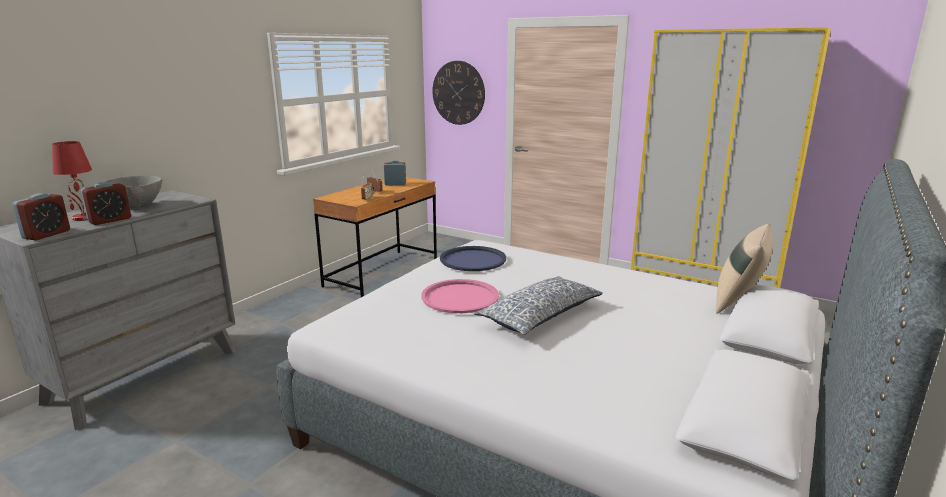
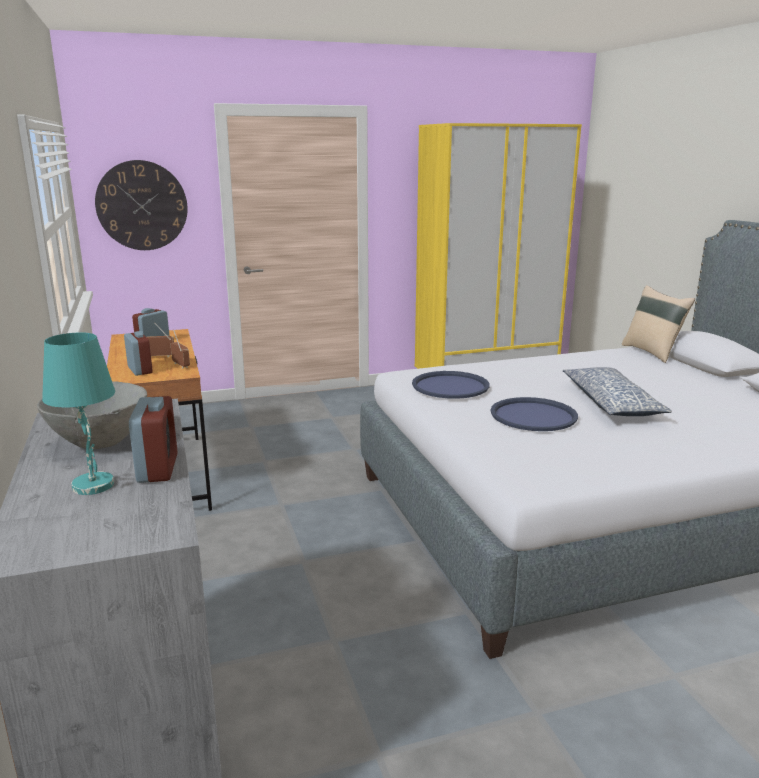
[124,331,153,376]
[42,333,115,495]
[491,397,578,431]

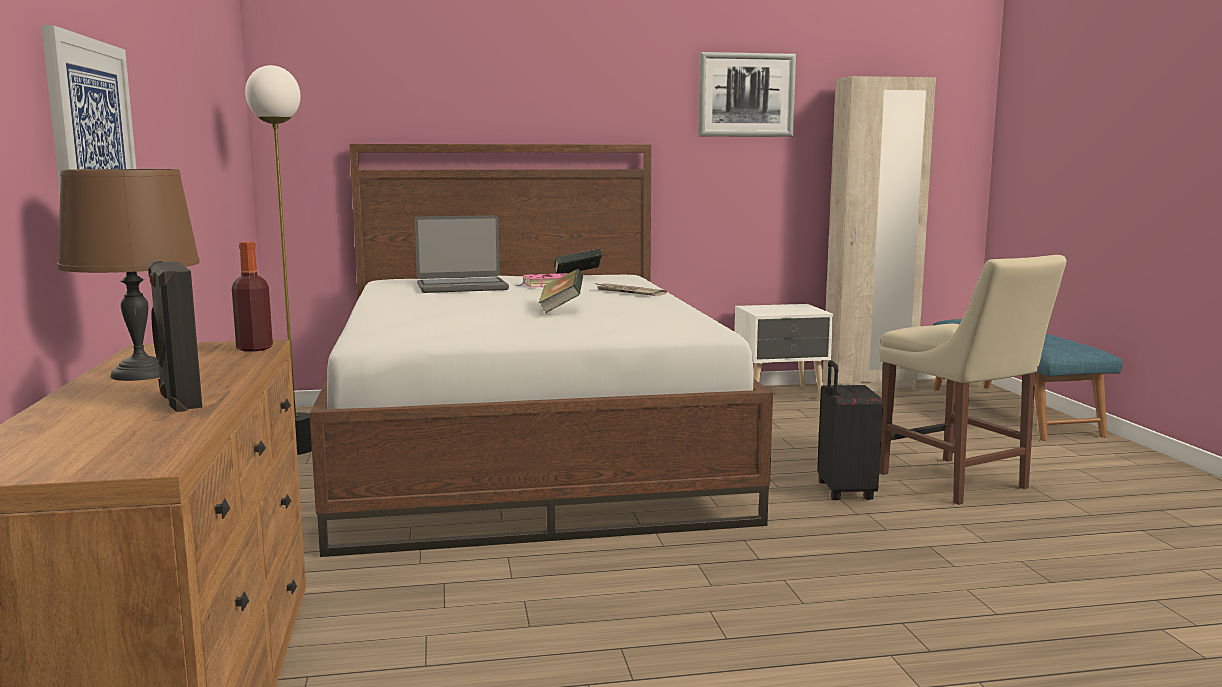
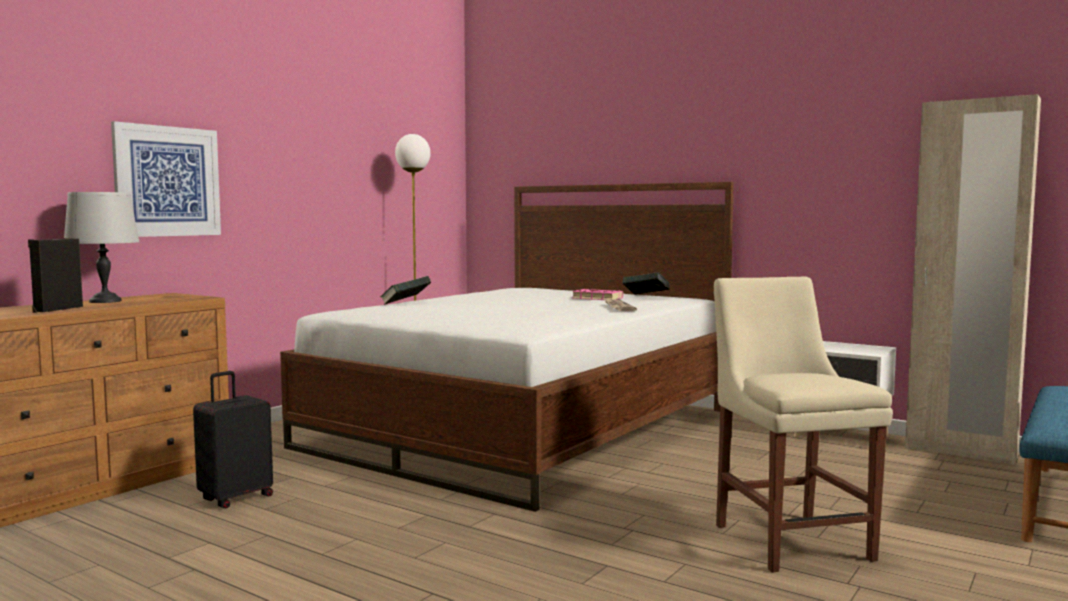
[232,242,273,352] (first image)
[415,215,509,293] (first image)
[698,52,796,137] (first image)
[380,276,431,305]
[193,371,273,508]
[64,192,139,303]
[714,276,893,573]

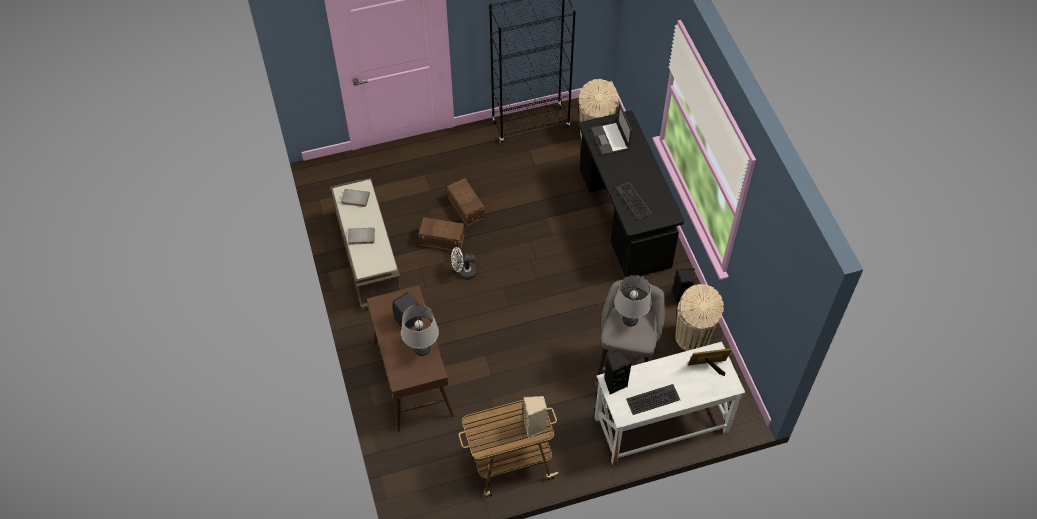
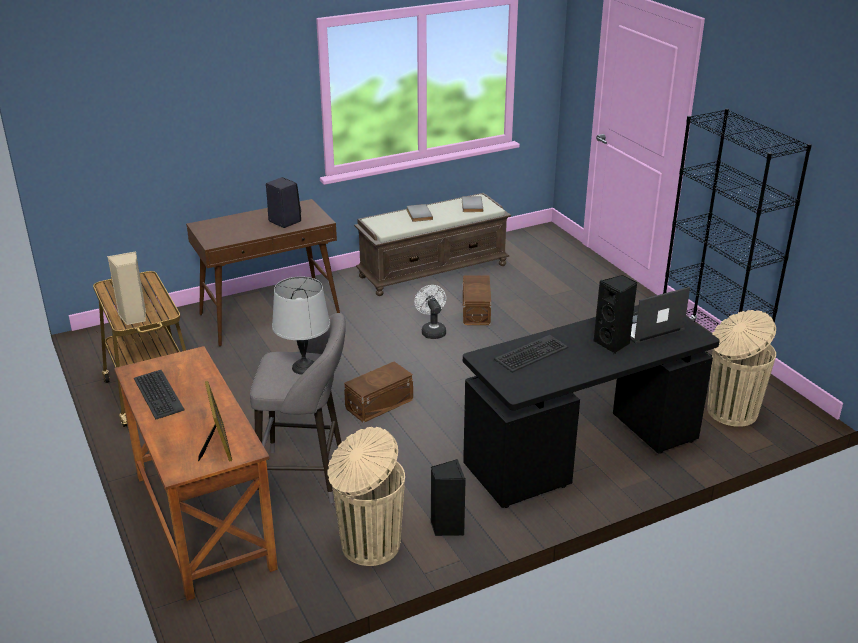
[401,305,439,356] (first image)
[344,361,413,423]
[593,275,637,354]
[114,346,278,601]

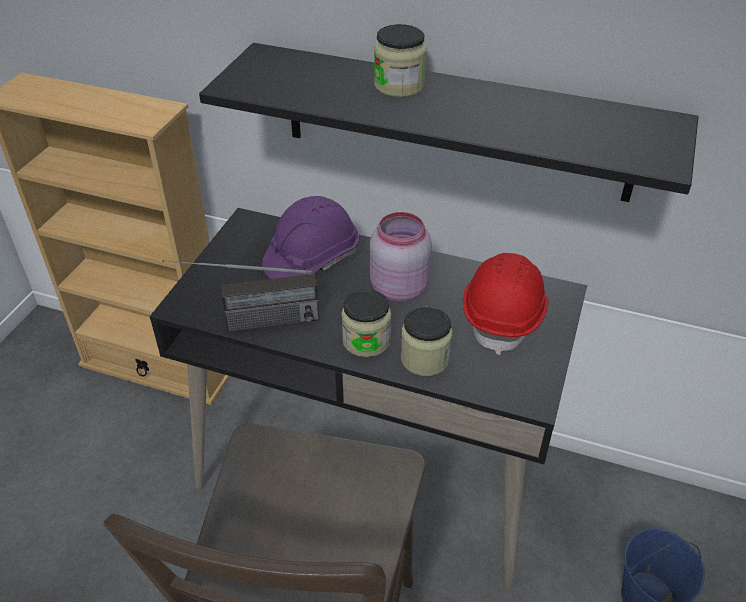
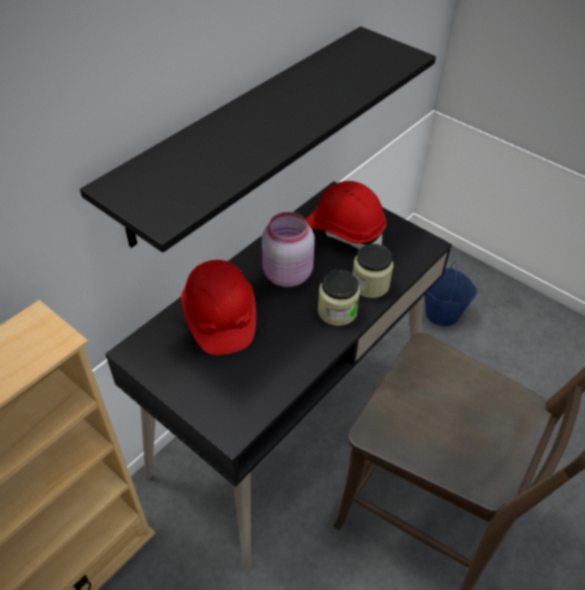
[162,260,319,332] (first image)
[374,24,427,97] (first image)
[181,260,256,355]

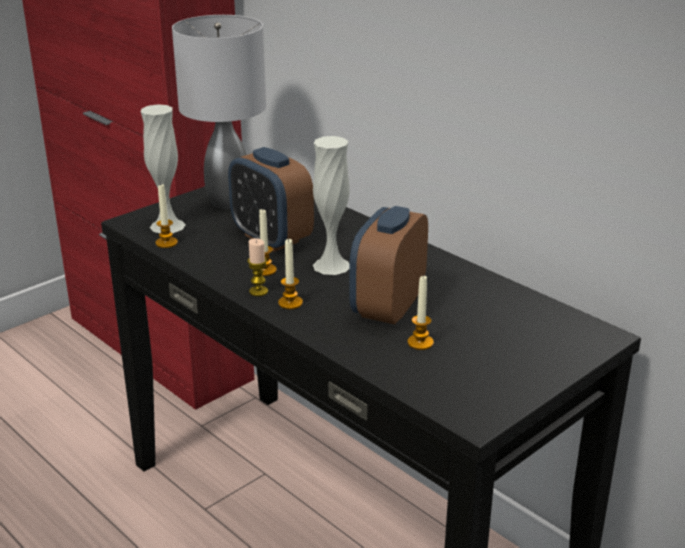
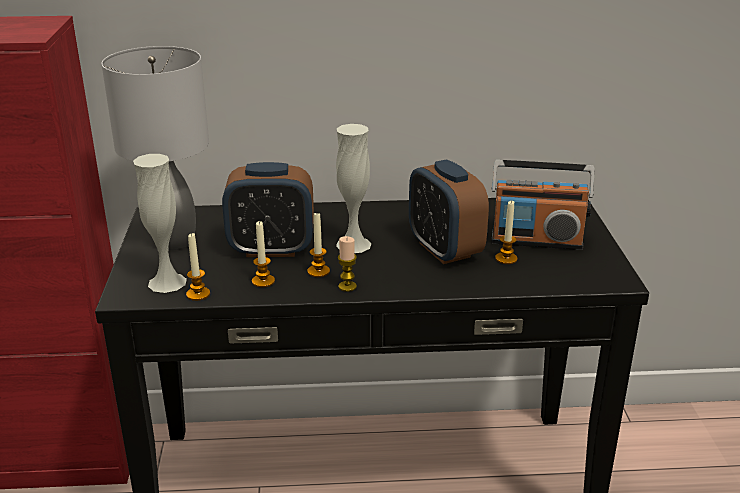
[491,160,595,250]
[252,221,275,287]

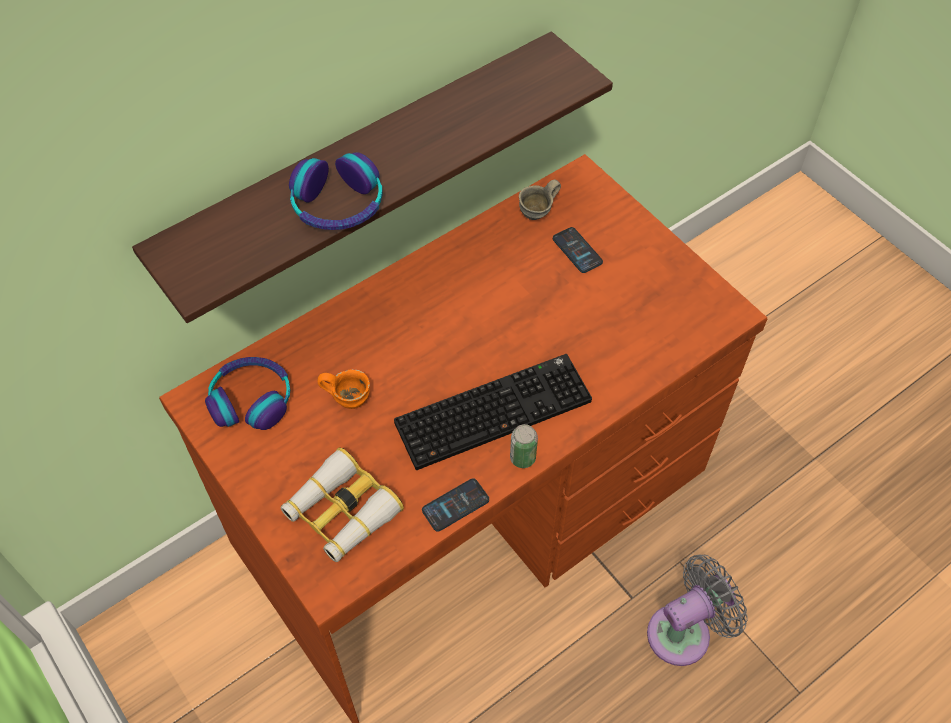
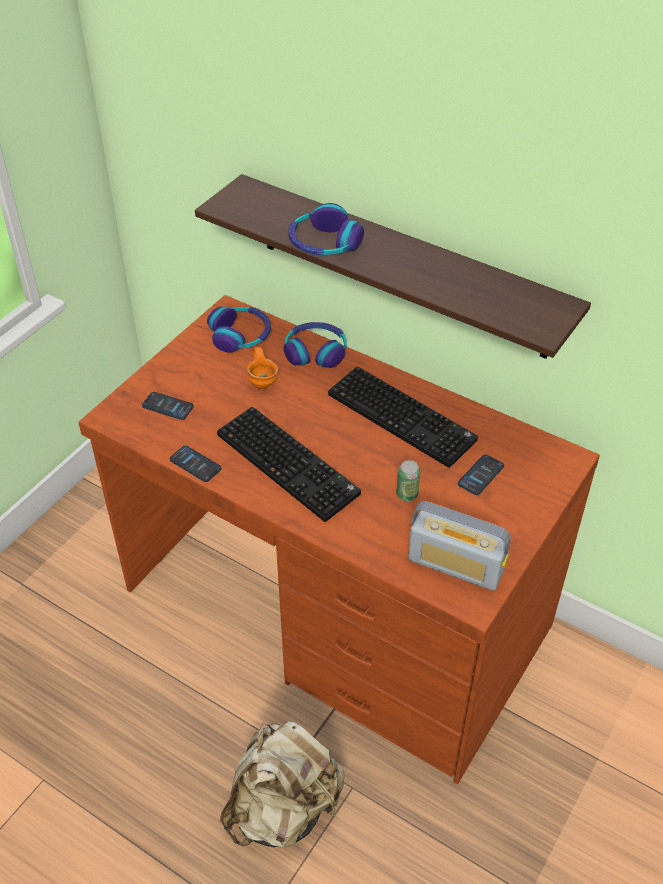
[519,179,561,220] (first image)
[284,322,347,368]
[328,366,478,468]
[408,501,511,591]
[397,460,420,501]
[142,392,194,420]
[220,721,345,848]

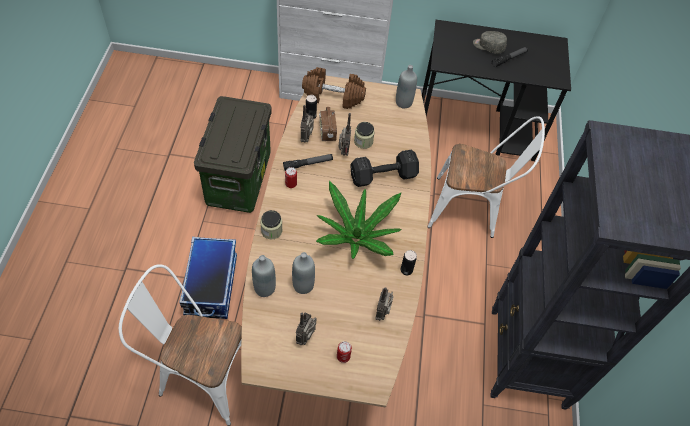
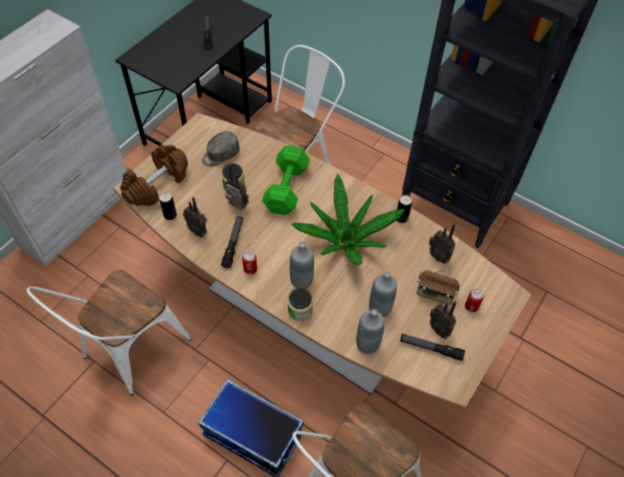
[400,334,465,361]
[417,269,460,305]
[290,242,314,289]
[202,131,240,167]
[26,270,191,395]
[262,145,310,215]

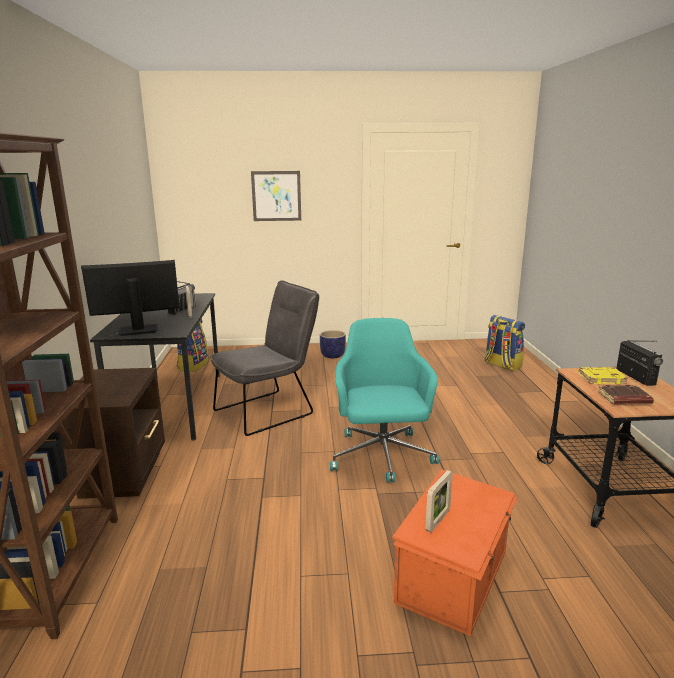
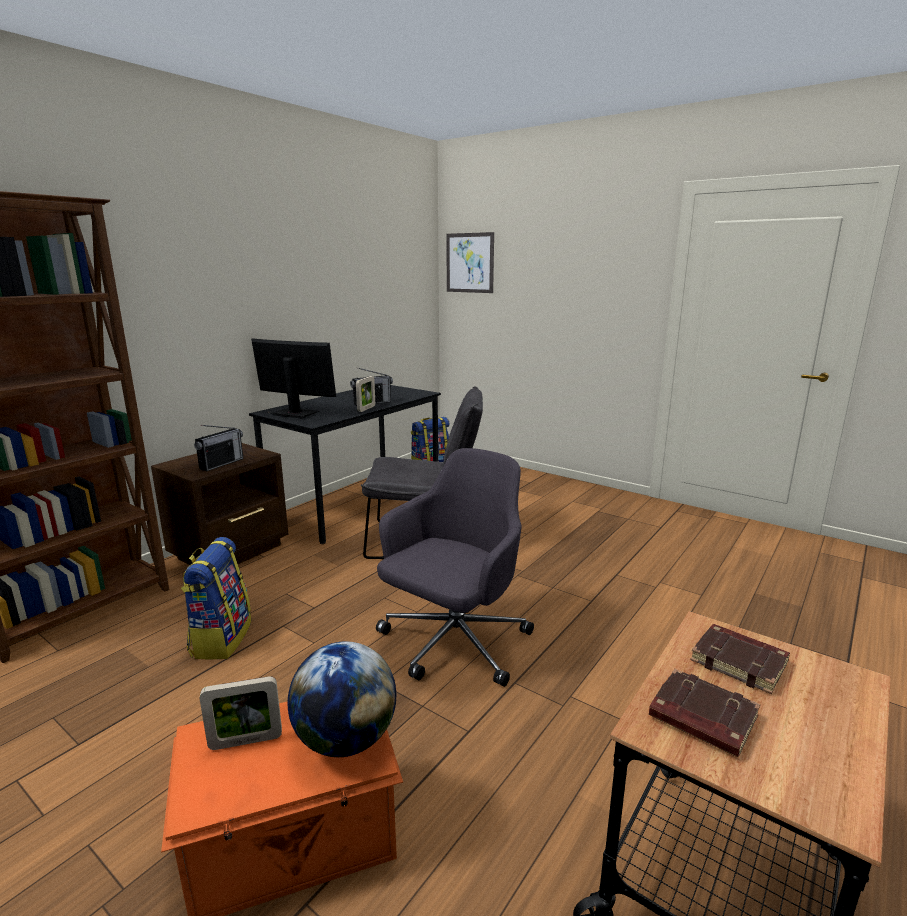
[320,330,346,358] (first image)
[288,641,396,757]
[446,232,494,293]
[181,537,251,659]
[194,425,243,471]
[376,448,534,687]
[690,624,790,694]

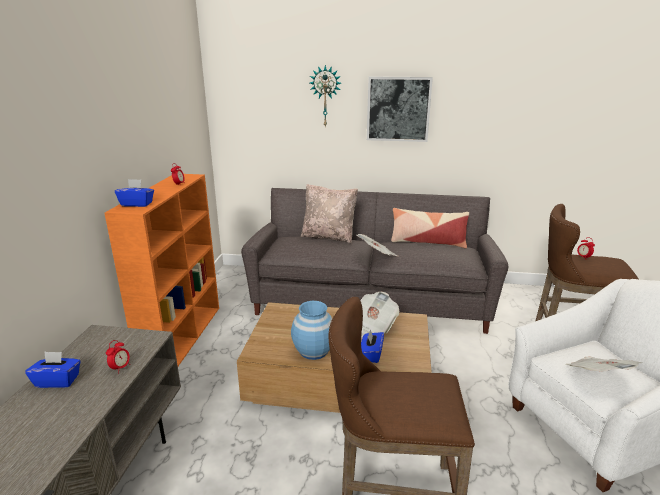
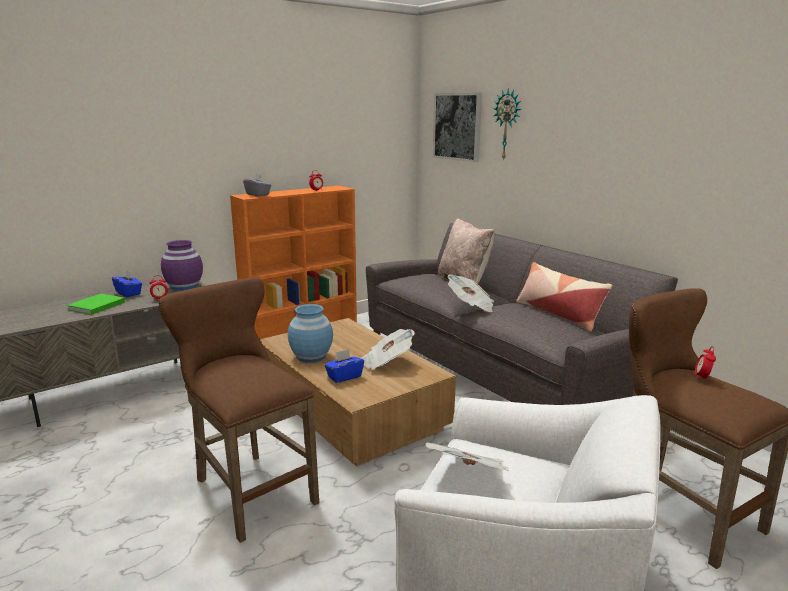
[67,294,125,315]
[161,240,203,290]
[433,93,482,162]
[243,174,271,196]

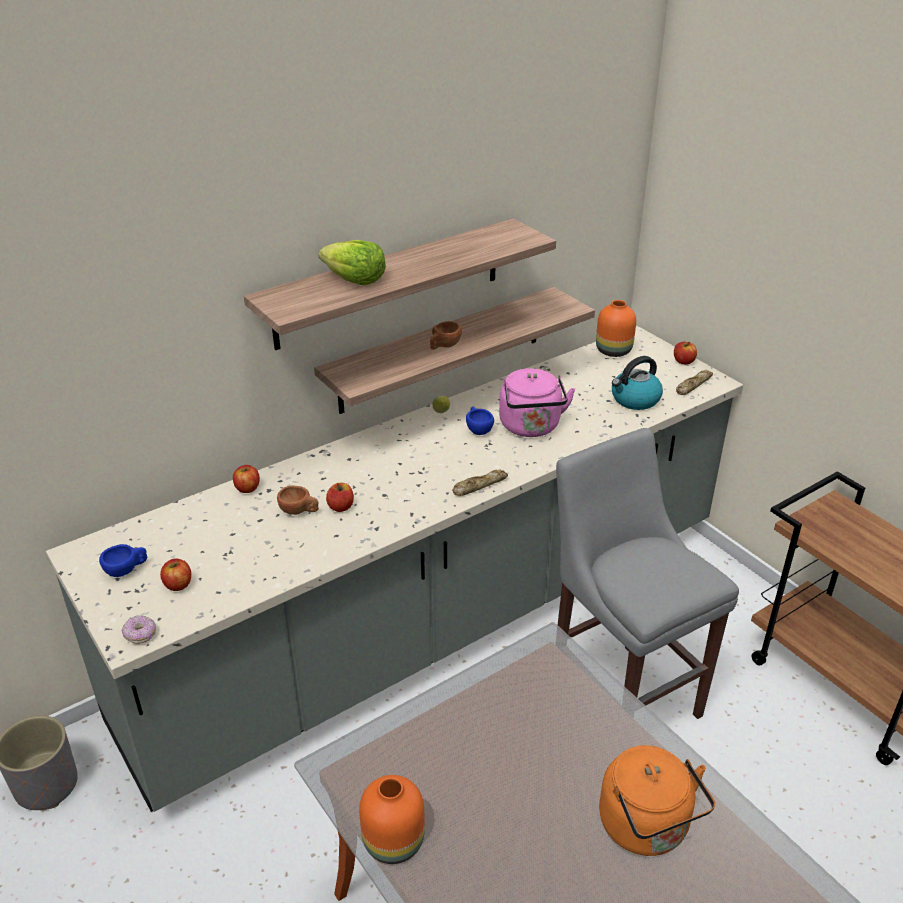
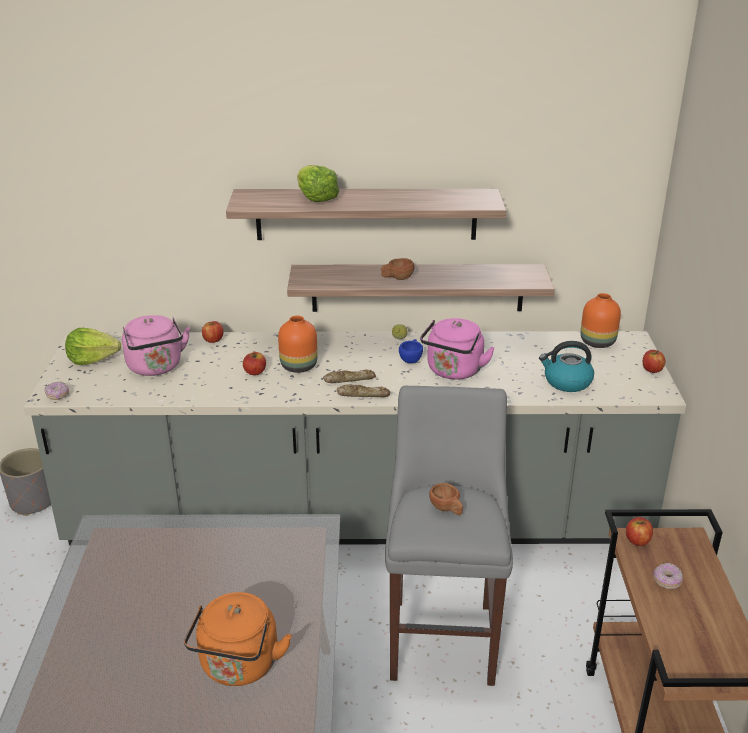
[122,315,190,376]
[653,563,683,589]
[626,517,653,546]
[429,483,463,515]
[278,316,318,373]
[323,369,376,383]
[65,328,121,365]

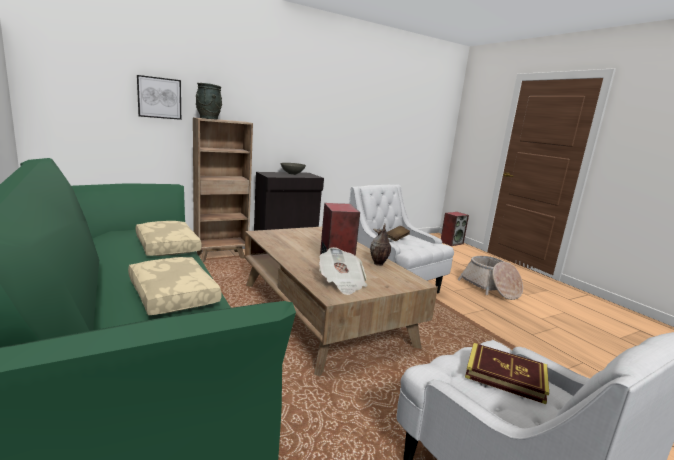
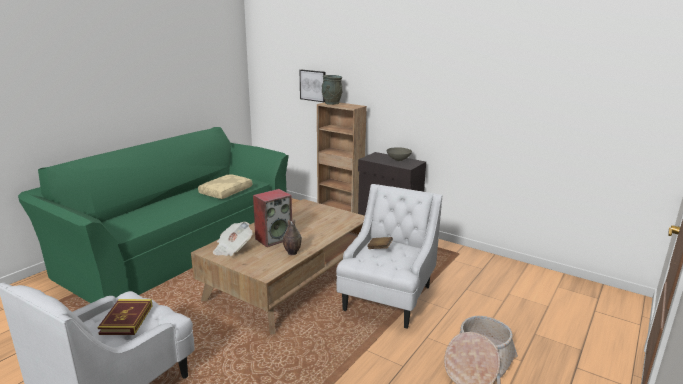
[128,257,222,315] (first image)
[441,212,469,246] (first image)

